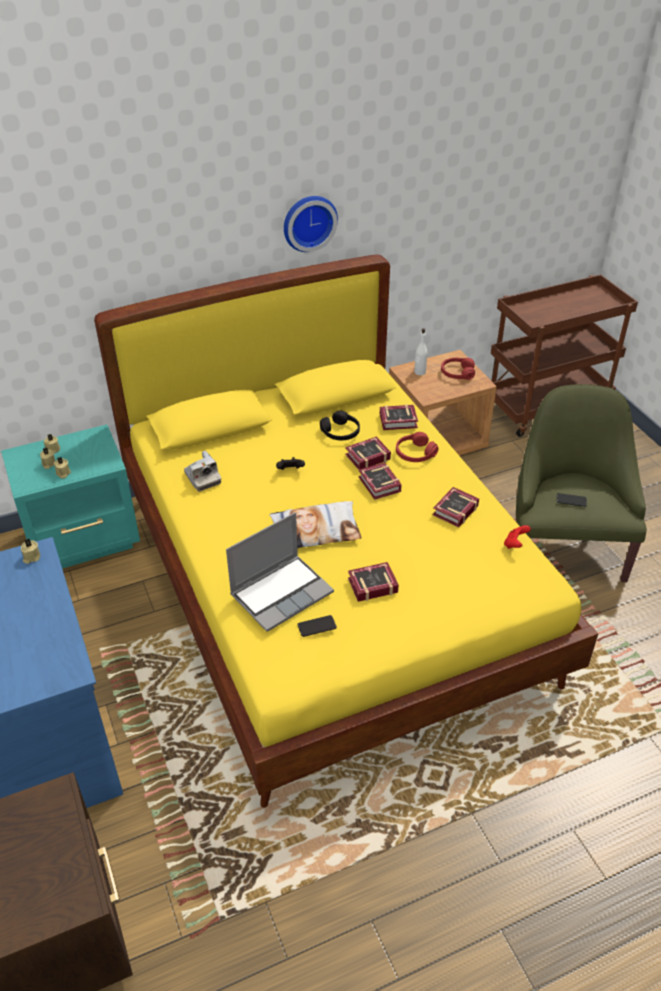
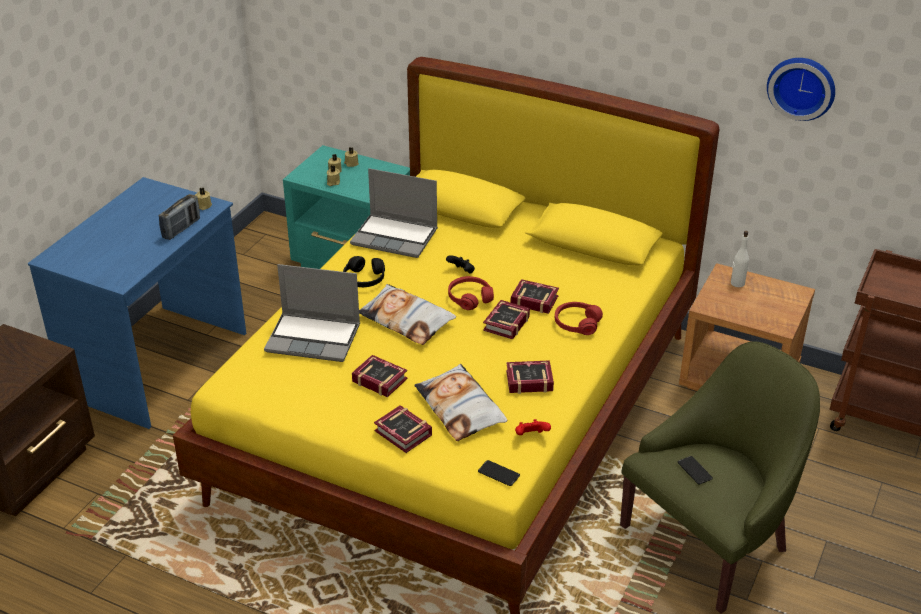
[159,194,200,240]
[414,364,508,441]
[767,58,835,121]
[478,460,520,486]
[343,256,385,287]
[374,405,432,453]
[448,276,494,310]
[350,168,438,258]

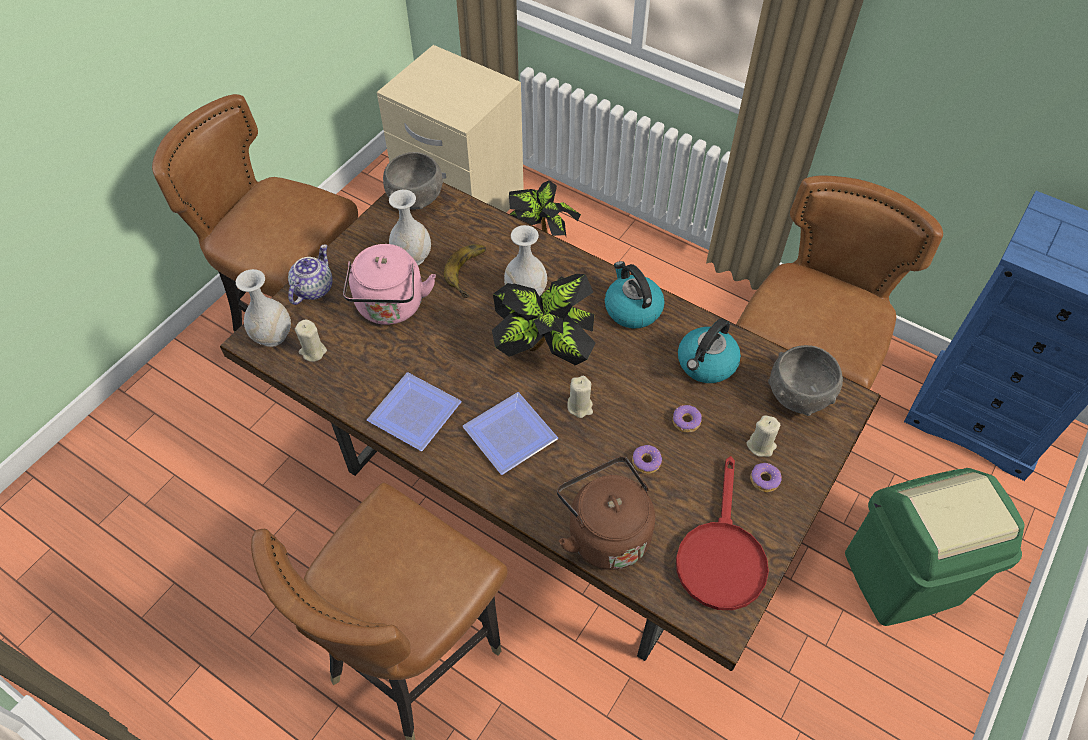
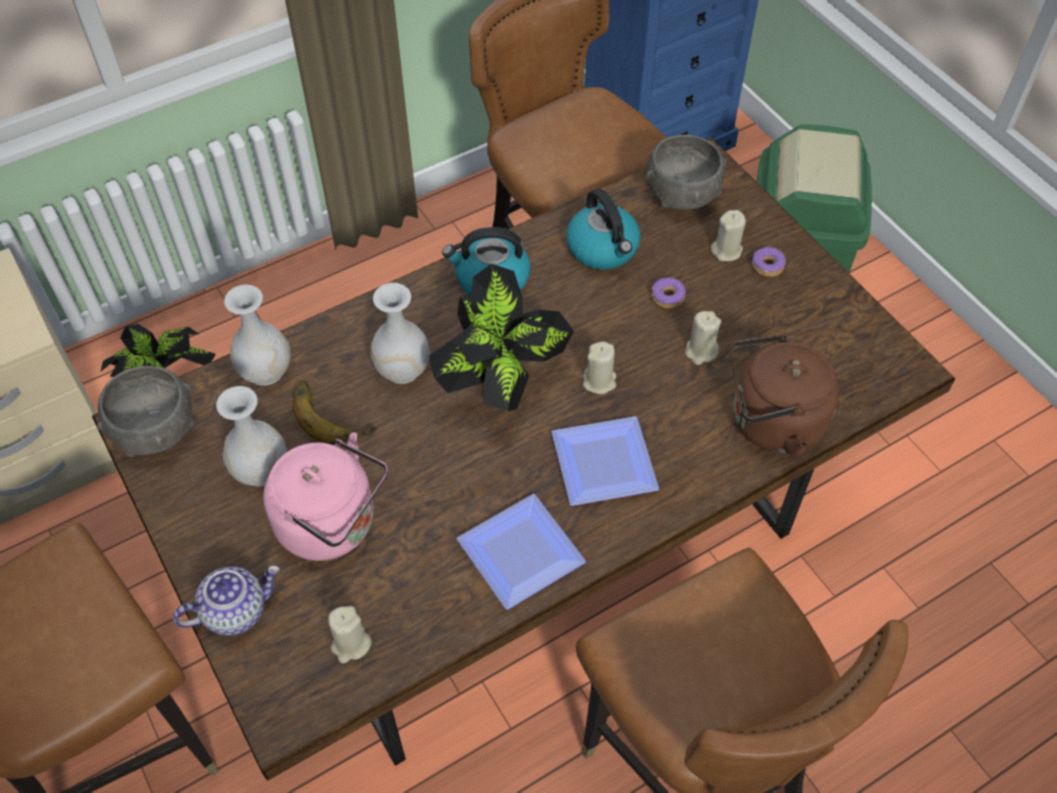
[676,456,769,610] (first image)
[224,285,291,386]
[685,311,721,365]
[173,565,280,636]

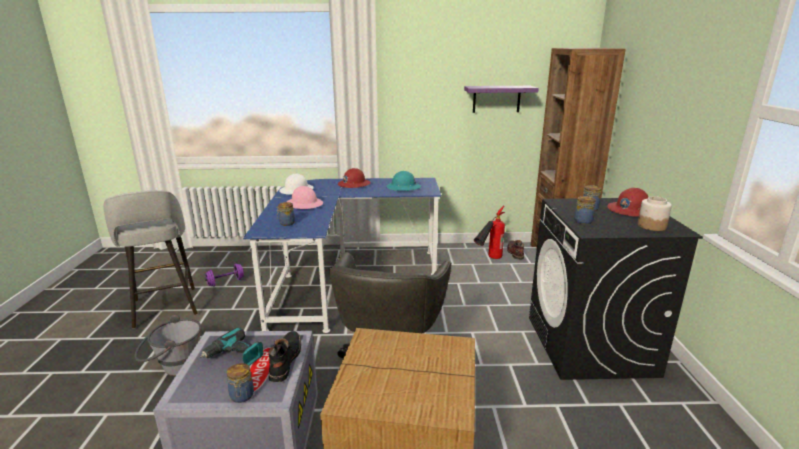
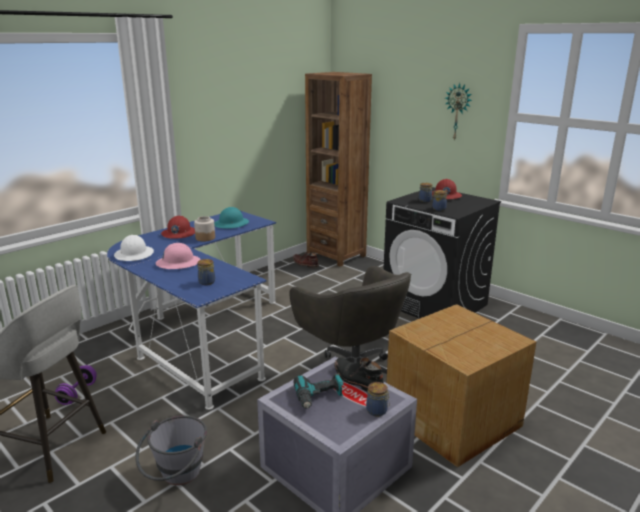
[464,86,539,113] (first image)
[474,206,505,259] (first image)
[445,83,472,141]
[194,216,215,241]

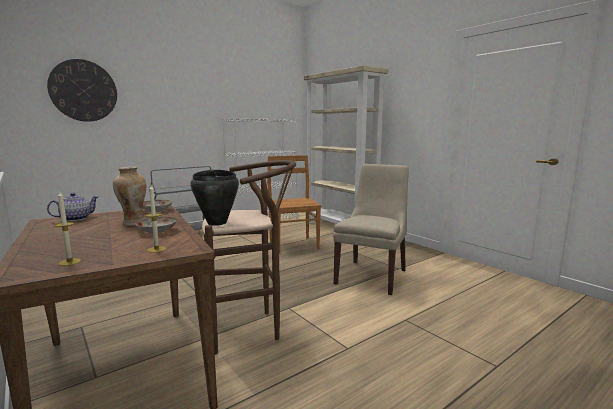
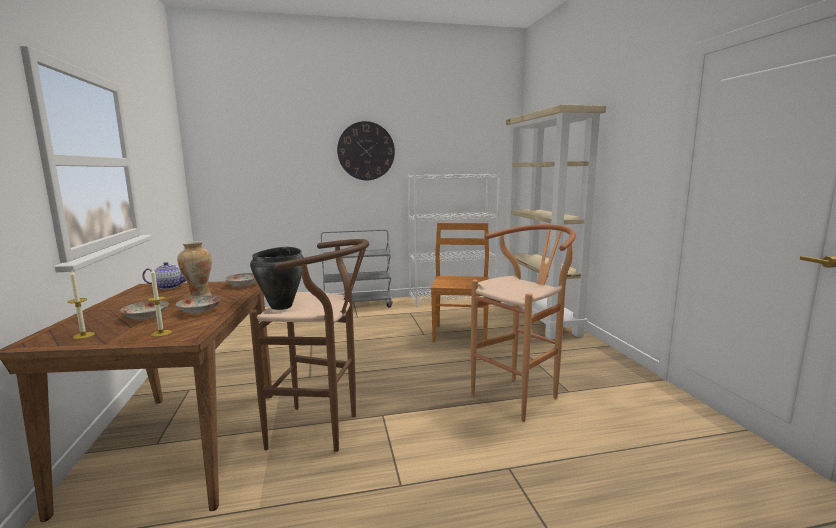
[120,301,169,320]
[337,121,395,180]
[471,224,576,422]

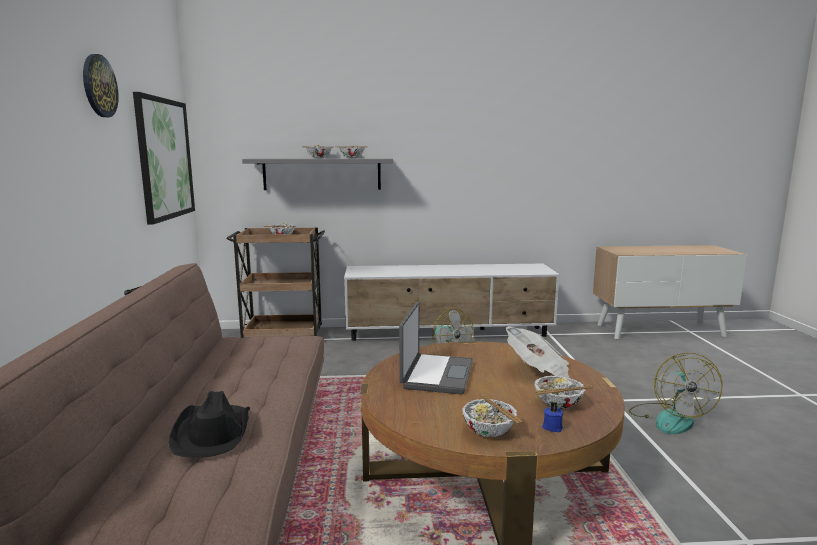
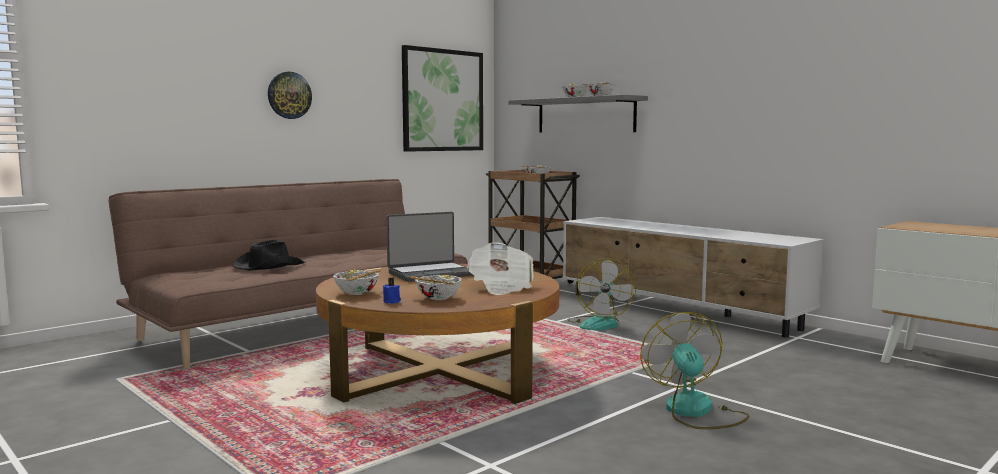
[268,72,312,119]
[640,312,750,429]

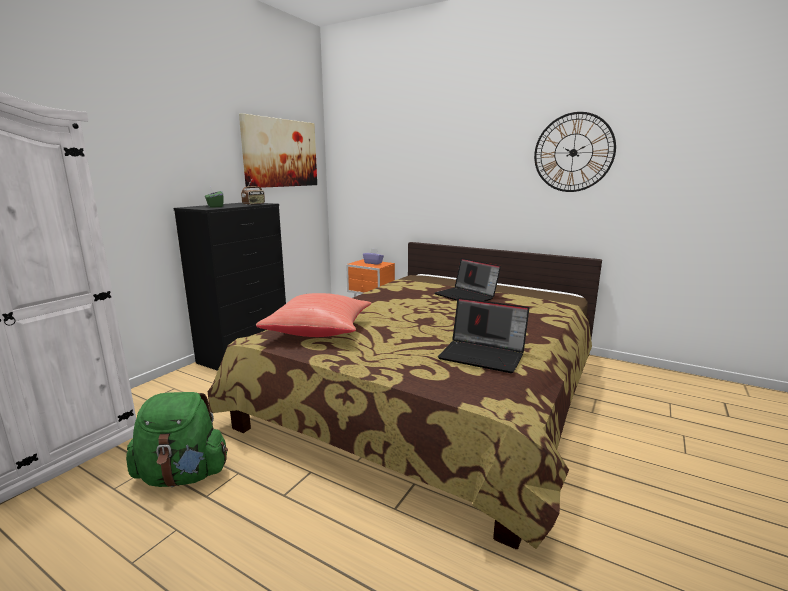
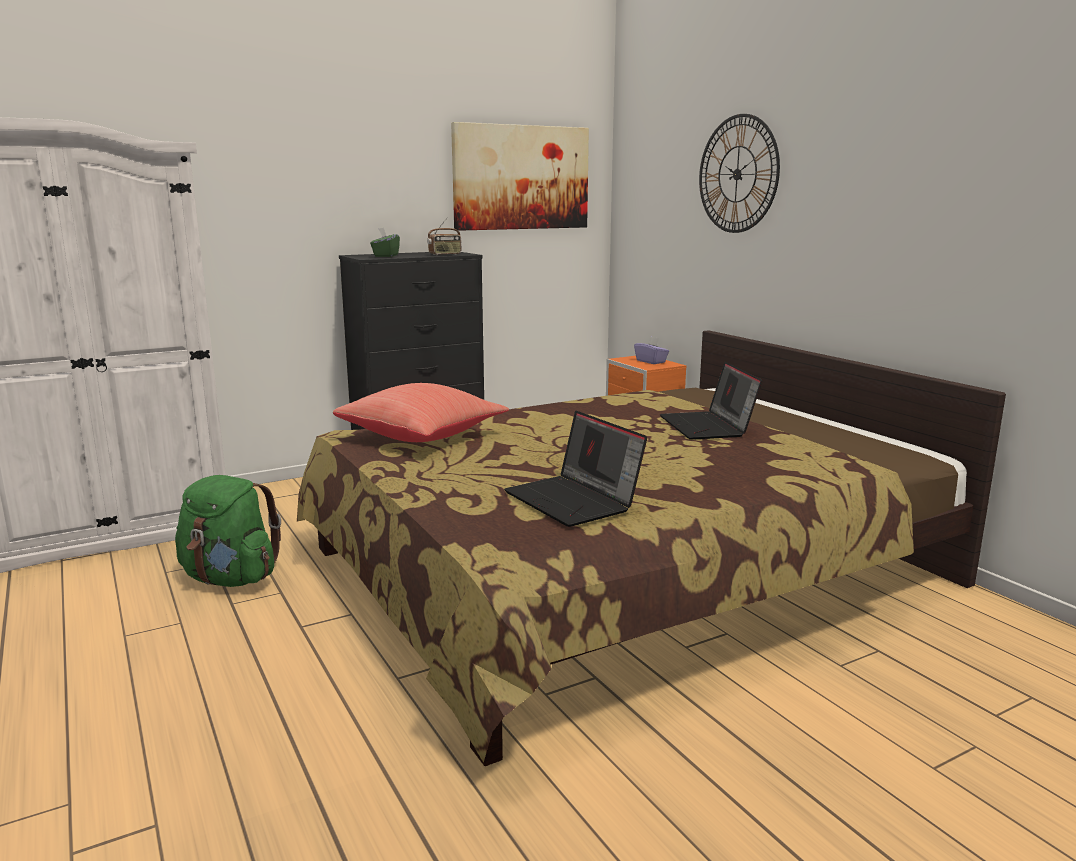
[699,114,780,233]

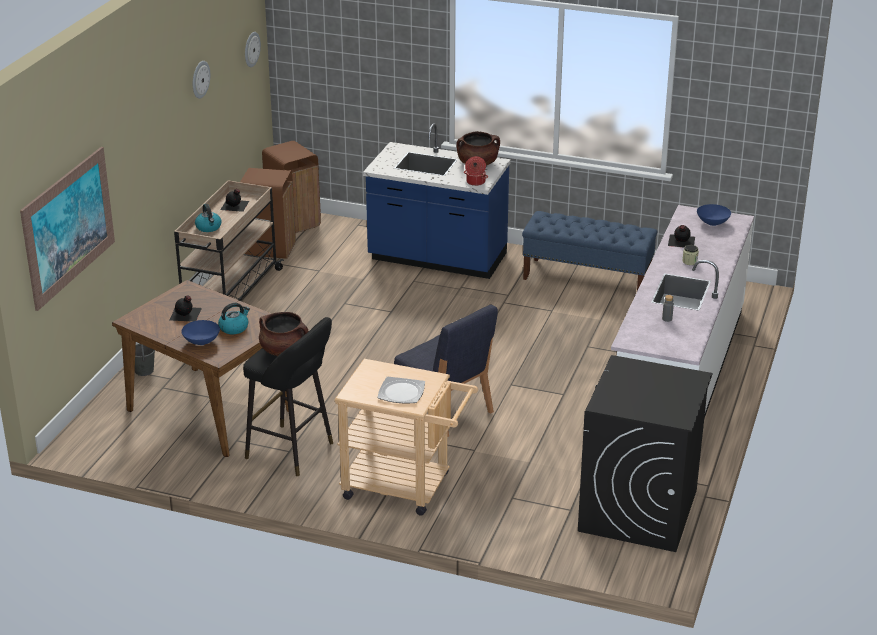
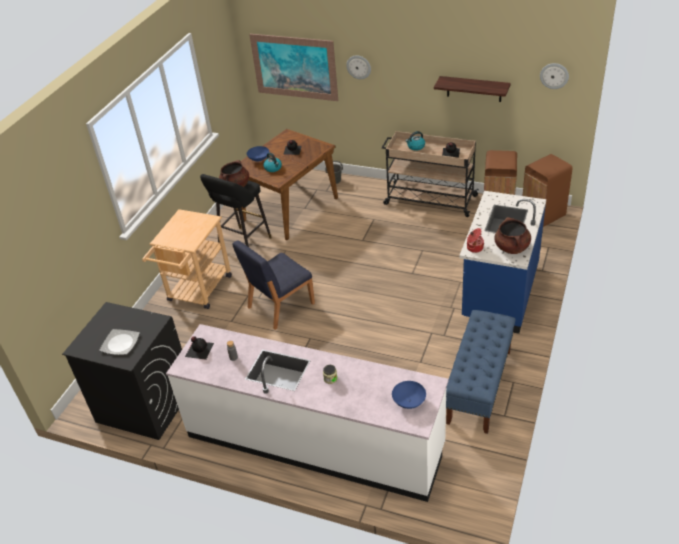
[434,76,511,102]
[346,55,371,79]
[99,329,140,355]
[185,336,214,360]

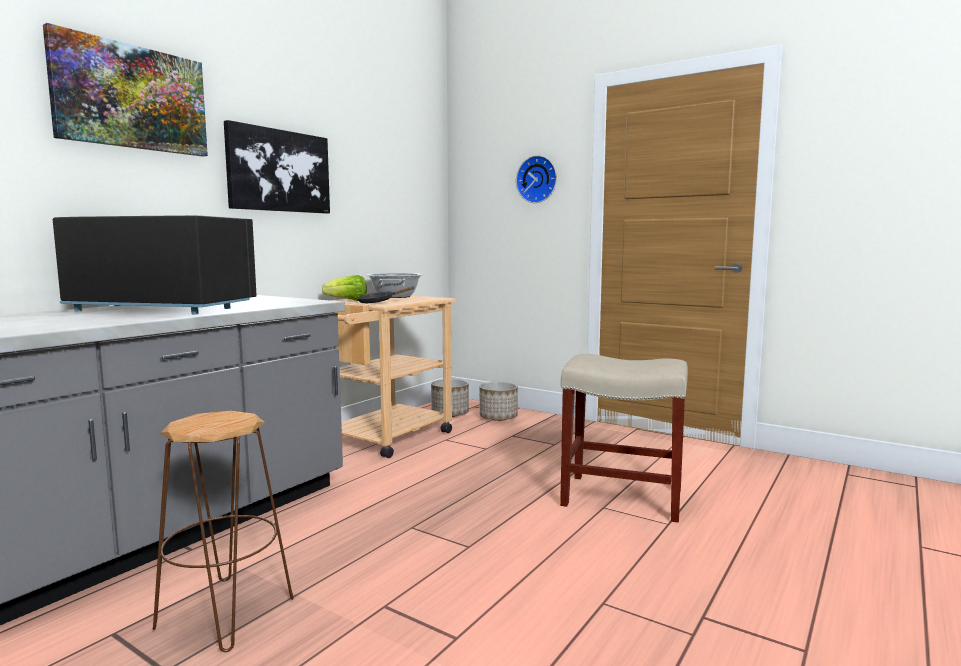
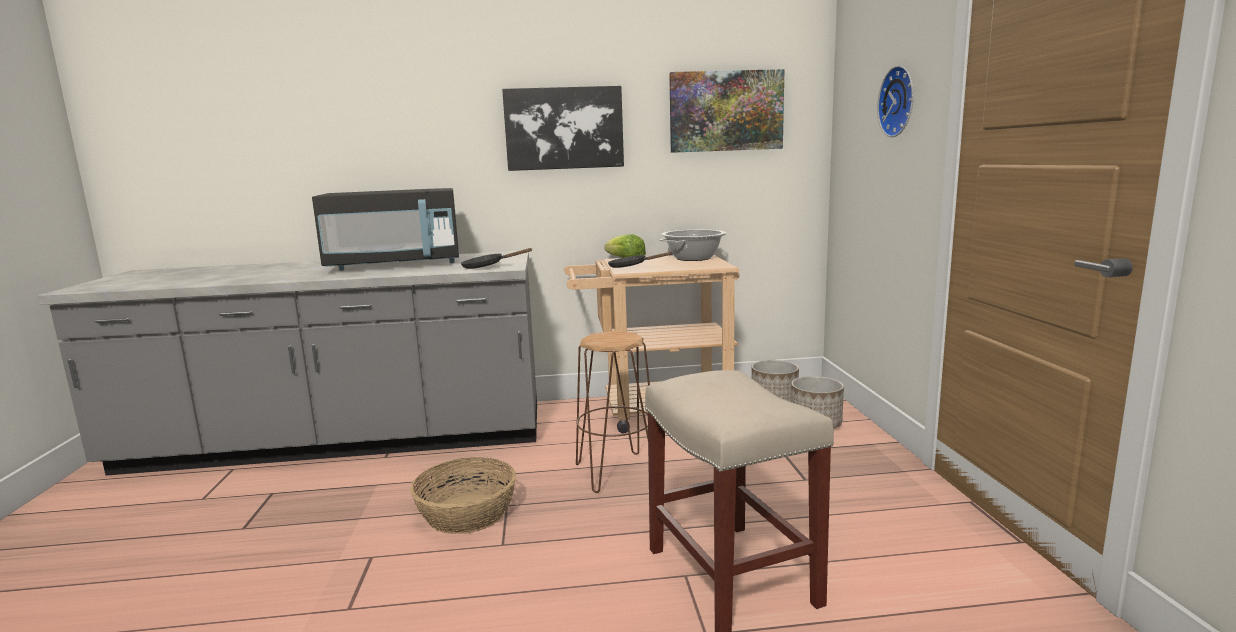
[410,457,516,534]
[461,248,533,269]
[669,69,785,153]
[576,331,650,493]
[312,188,459,271]

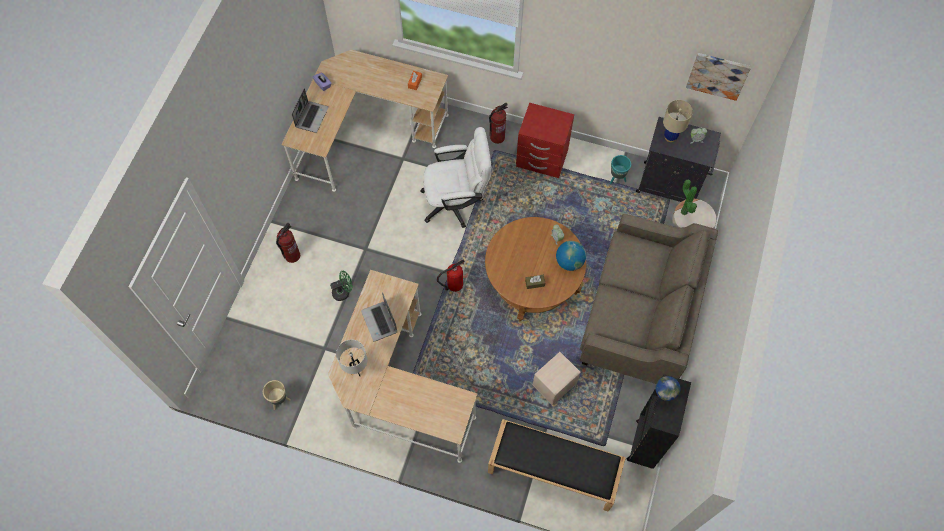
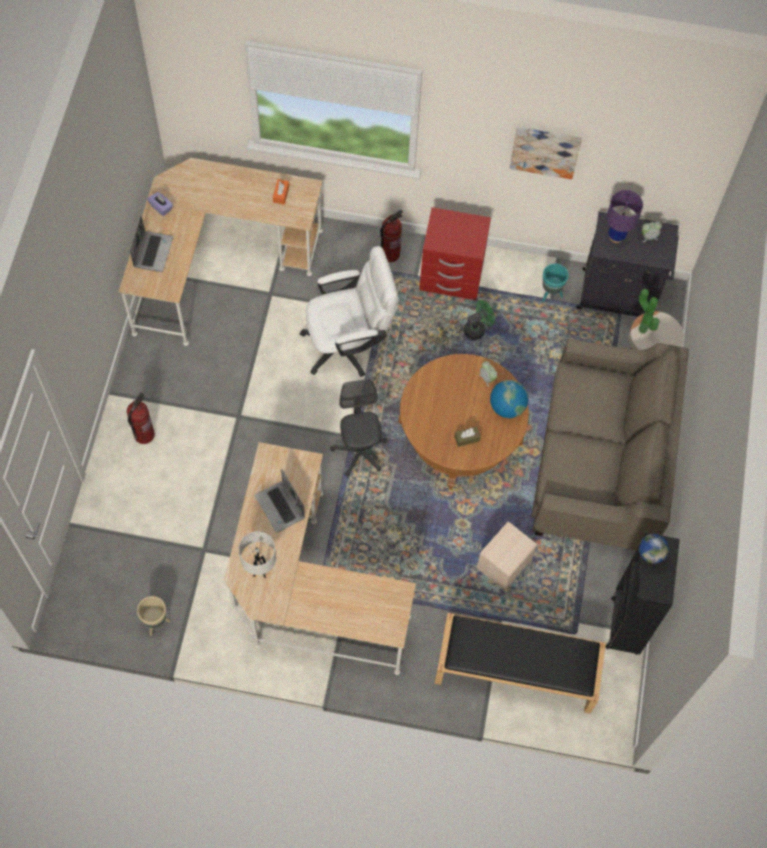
[464,300,495,340]
[510,127,582,179]
[330,379,387,477]
[607,190,643,243]

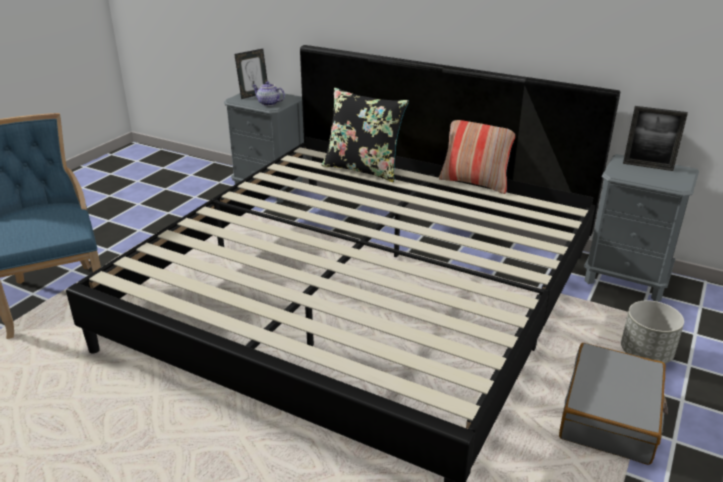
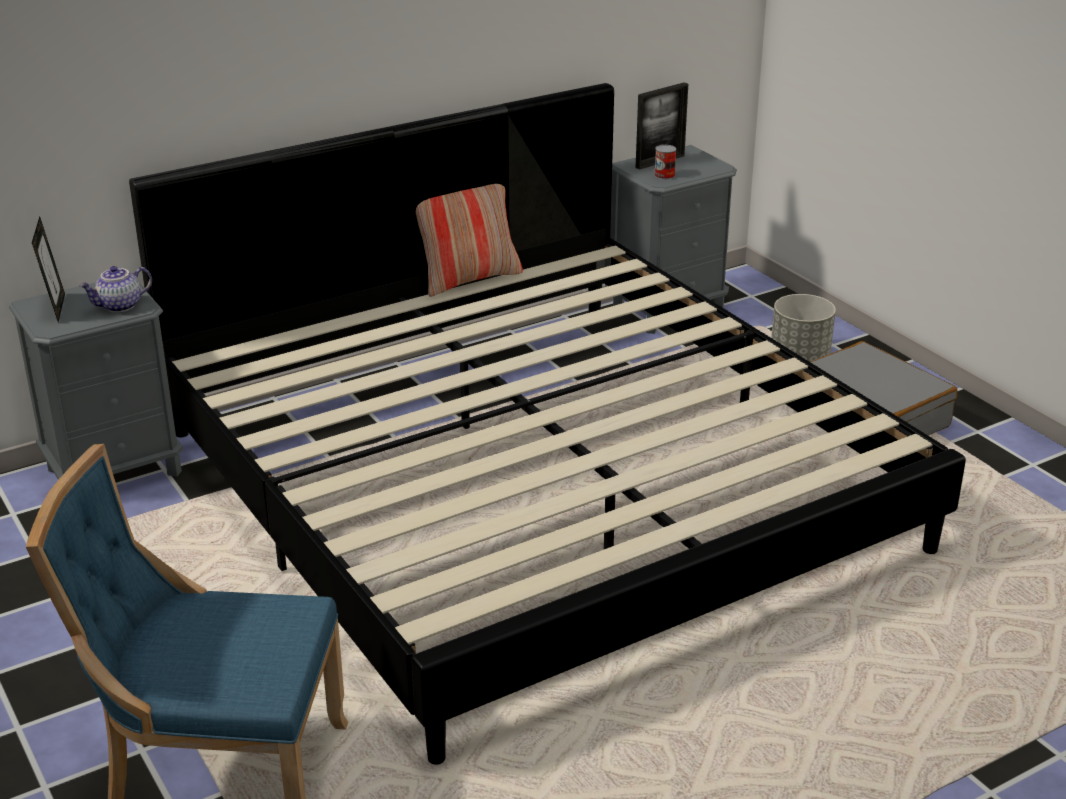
[321,88,409,182] (first image)
[654,145,676,179]

